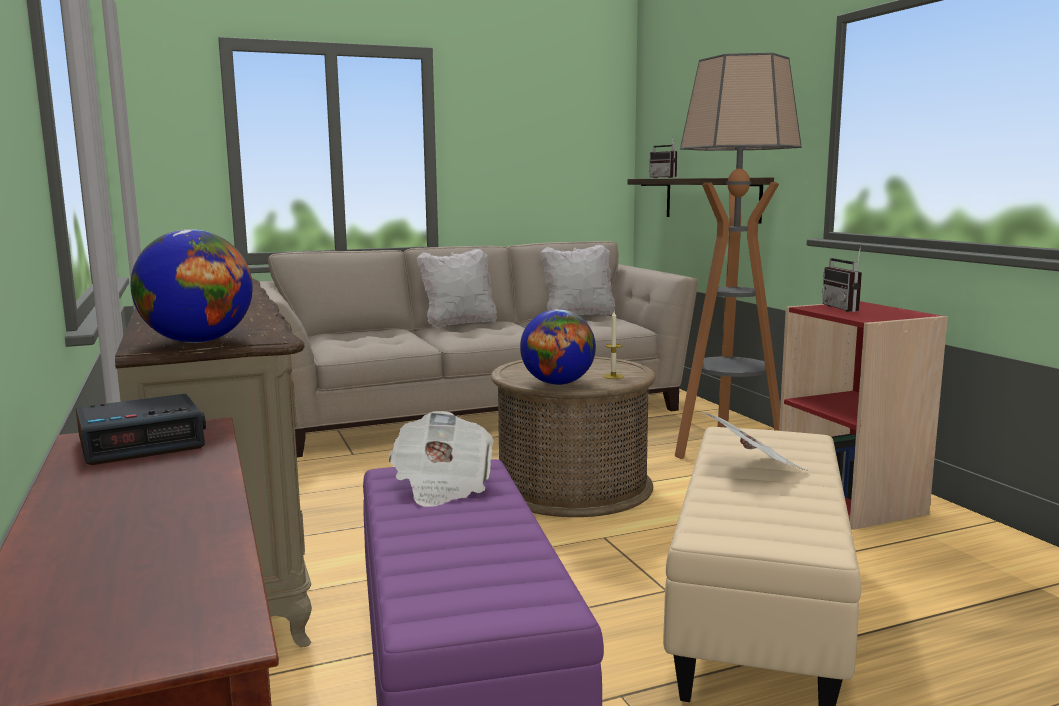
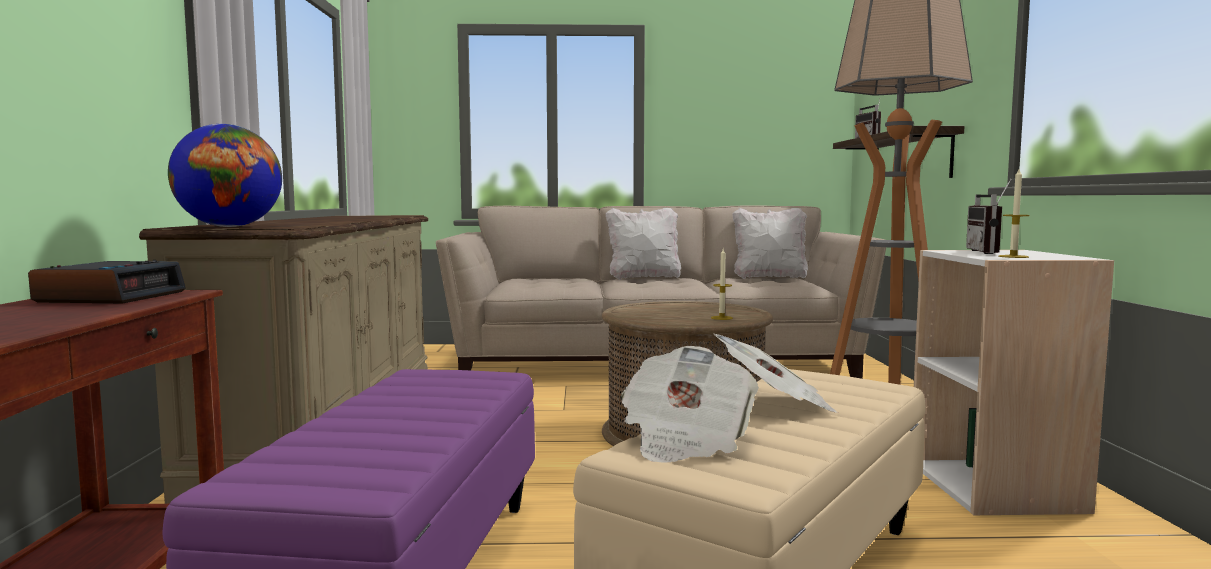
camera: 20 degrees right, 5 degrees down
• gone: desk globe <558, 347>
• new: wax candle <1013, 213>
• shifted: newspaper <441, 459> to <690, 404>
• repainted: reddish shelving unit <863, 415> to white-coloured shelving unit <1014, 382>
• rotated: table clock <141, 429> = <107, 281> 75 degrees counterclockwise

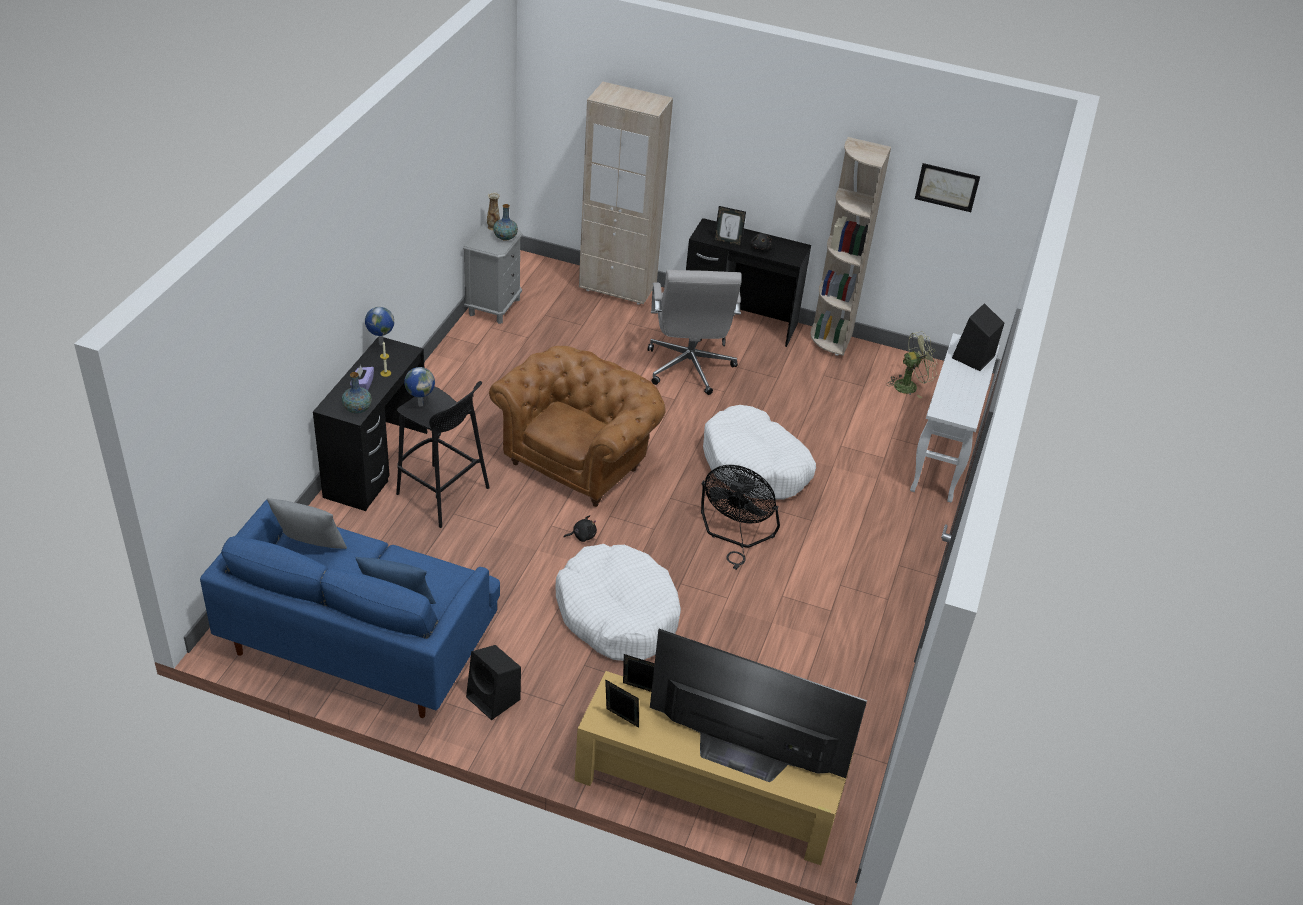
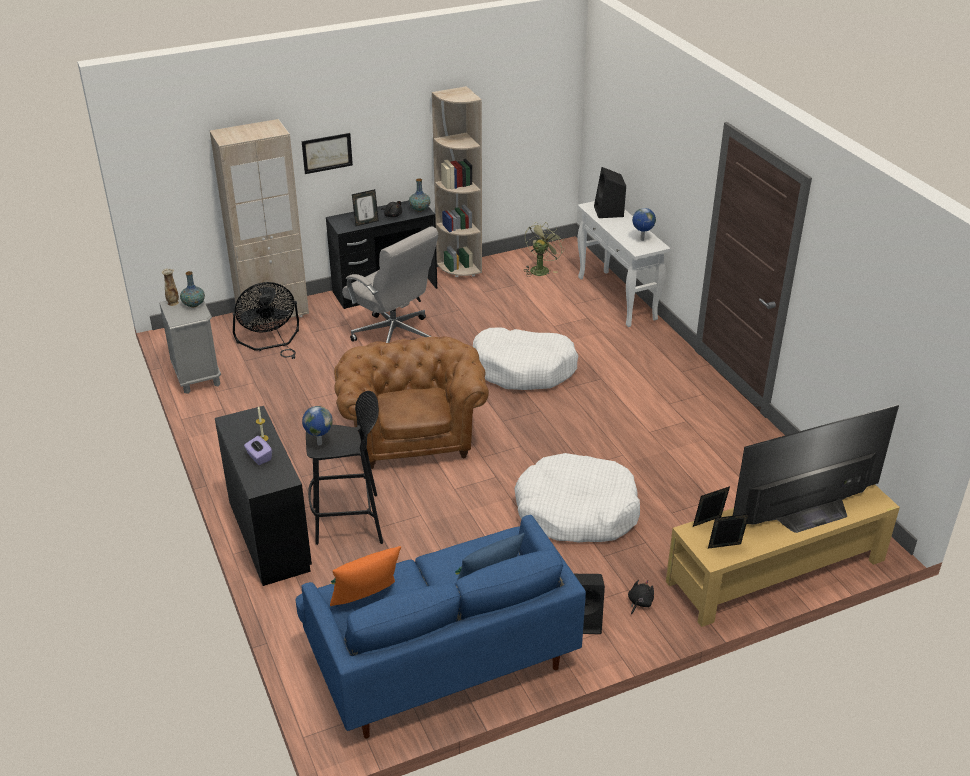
camera: 40 degrees left, 5 degrees down
• shifted: vase <357, 392> to <420, 194>
• shifted: desk globe <379, 326> to <644, 224>
• shifted: black-coloured cuddly toy <580, 528> to <641, 597>
• shifted: black-coloured electric fan <740, 517> to <266, 320>
• shifted: wall art <947, 187> to <327, 153>
• repainted: gray cushion <307, 523> to orange cushion <365, 576>

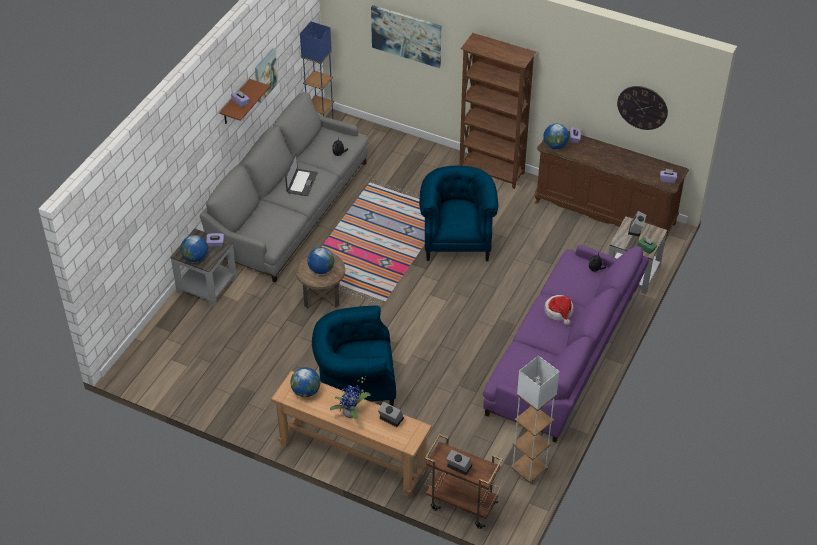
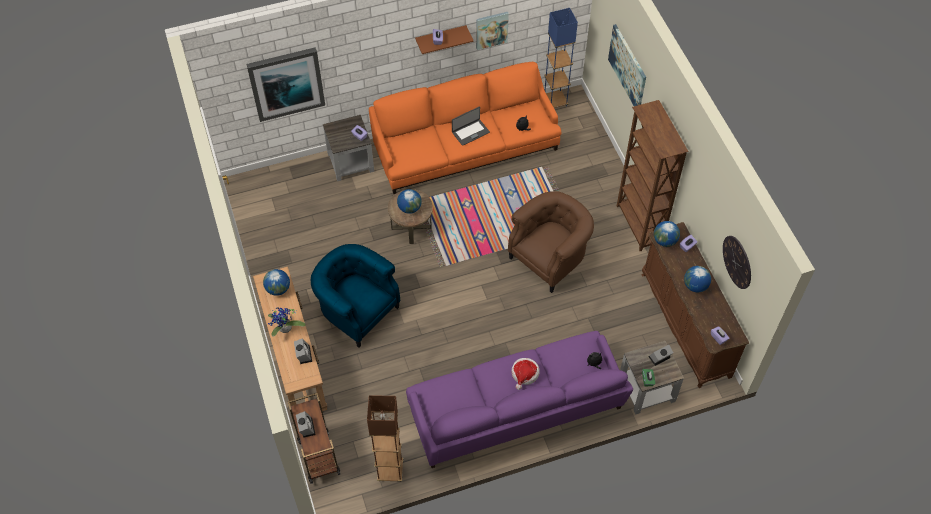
camera: 45 degrees right, 10 degrees up
• new: wall art <285, 84>
• shifted: desk globe <194, 248> to <697, 279>
• repainted: gray couch <284, 187> to orange couch <465, 128>
• repainted: bluish lounge chair <458, 213> to brownish lounge chair <551, 242>
• repainted: white-coloured standing lamp <535, 420> to brownish standing lamp <385, 438>

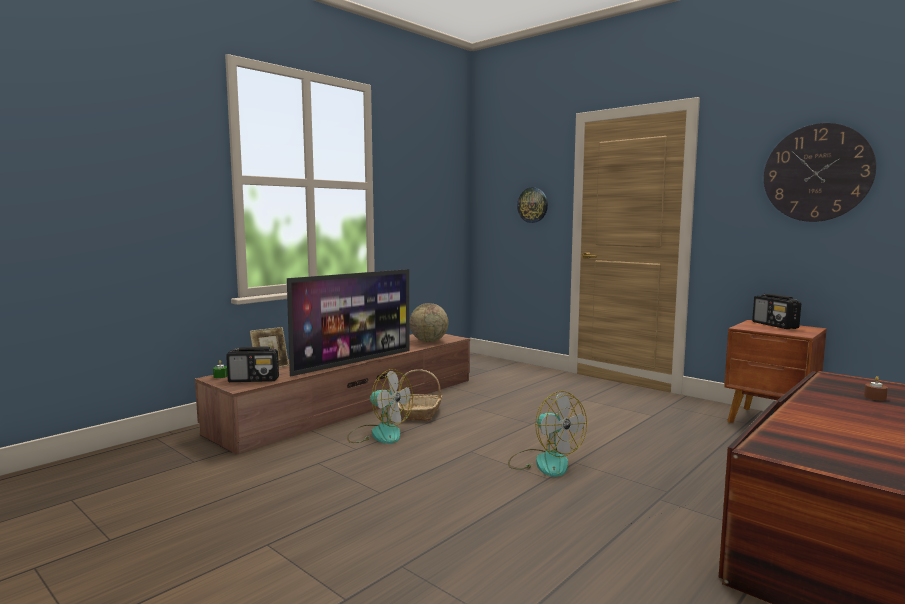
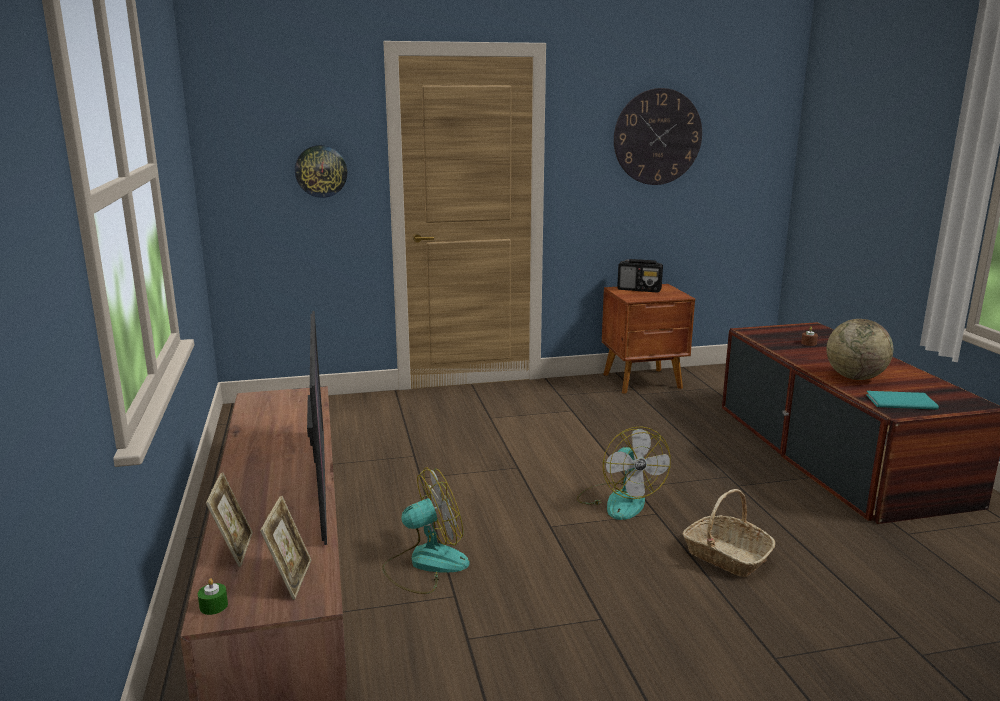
camera: 55 degrees left, 10 degrees up
• new: blue-green bound book <902, 400>
• shifted: storage basket <420, 395> to <729, 533>
• shifted: desk globe <428, 322> to <859, 349>
• swapped: radio set <252, 364> to photo frame <285, 548>
• rotated: electric fan <547, 434> = <624, 473> 75 degrees clockwise

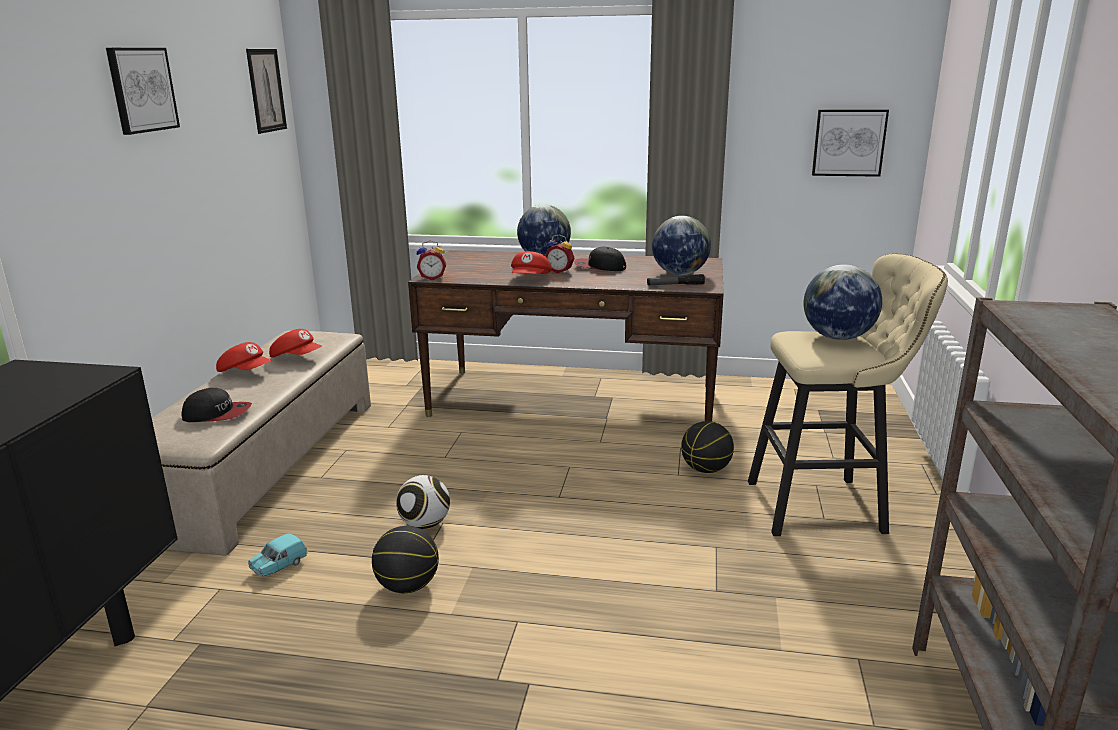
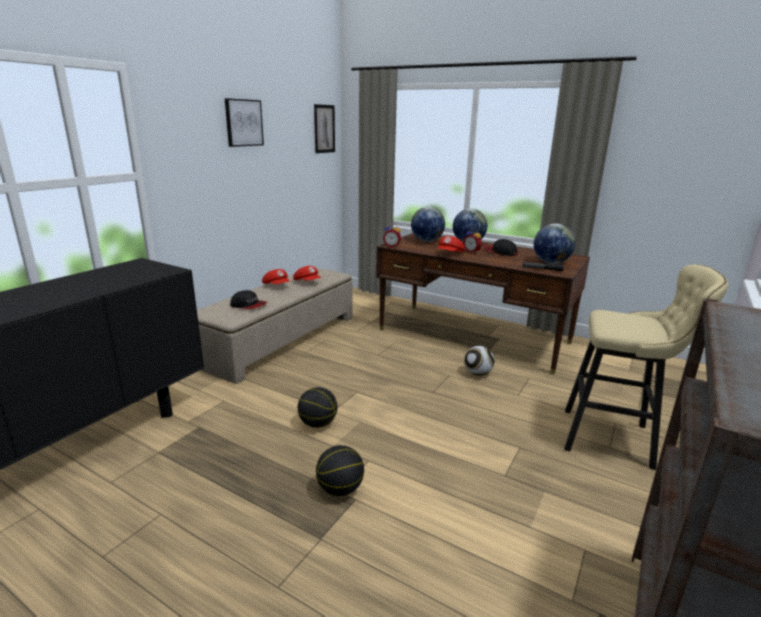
camera: 20 degrees right, 0 degrees up
• gone: blue-green toy car <277, 554>
• gone: wall art <850, 143>
• shifted: football <423, 502> to <479, 361>
• shifted: basketball ball <707, 447> to <340, 470>
• shifted: desk globe <843, 302> to <428, 224>

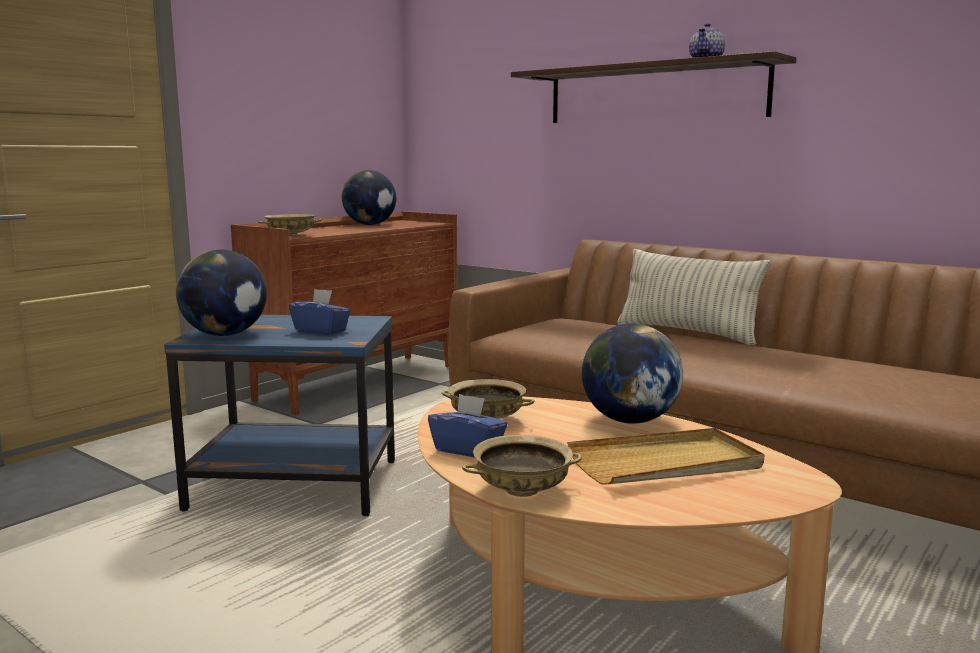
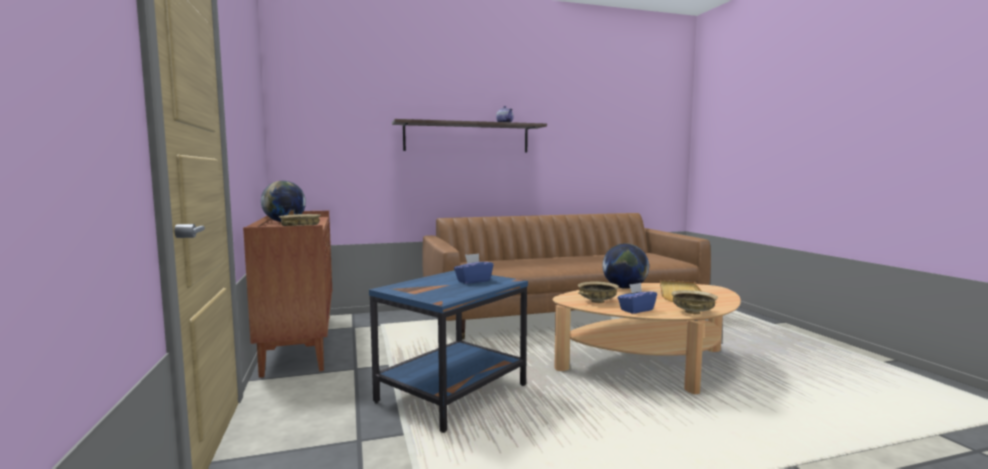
camera: 55 degrees left, 5 degrees down
• gone: desk globe <221, 293>
• gone: cushion <693, 297>

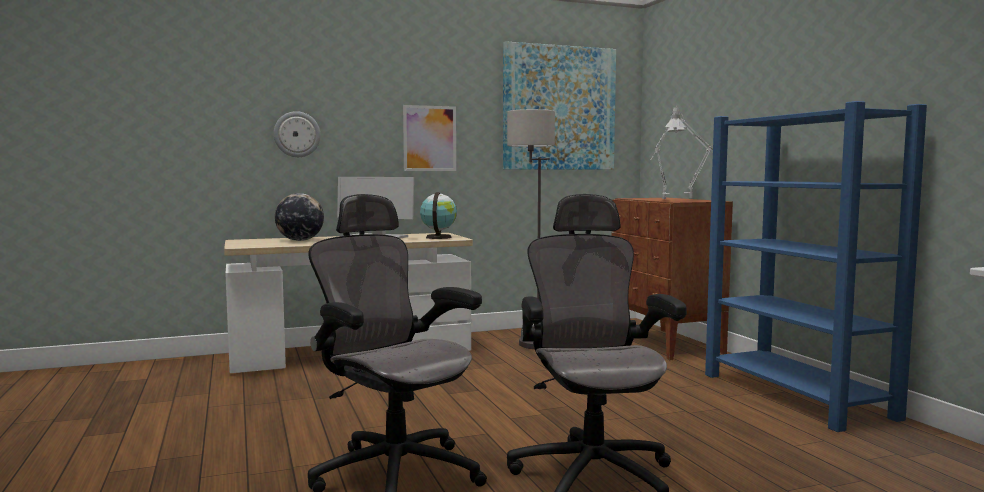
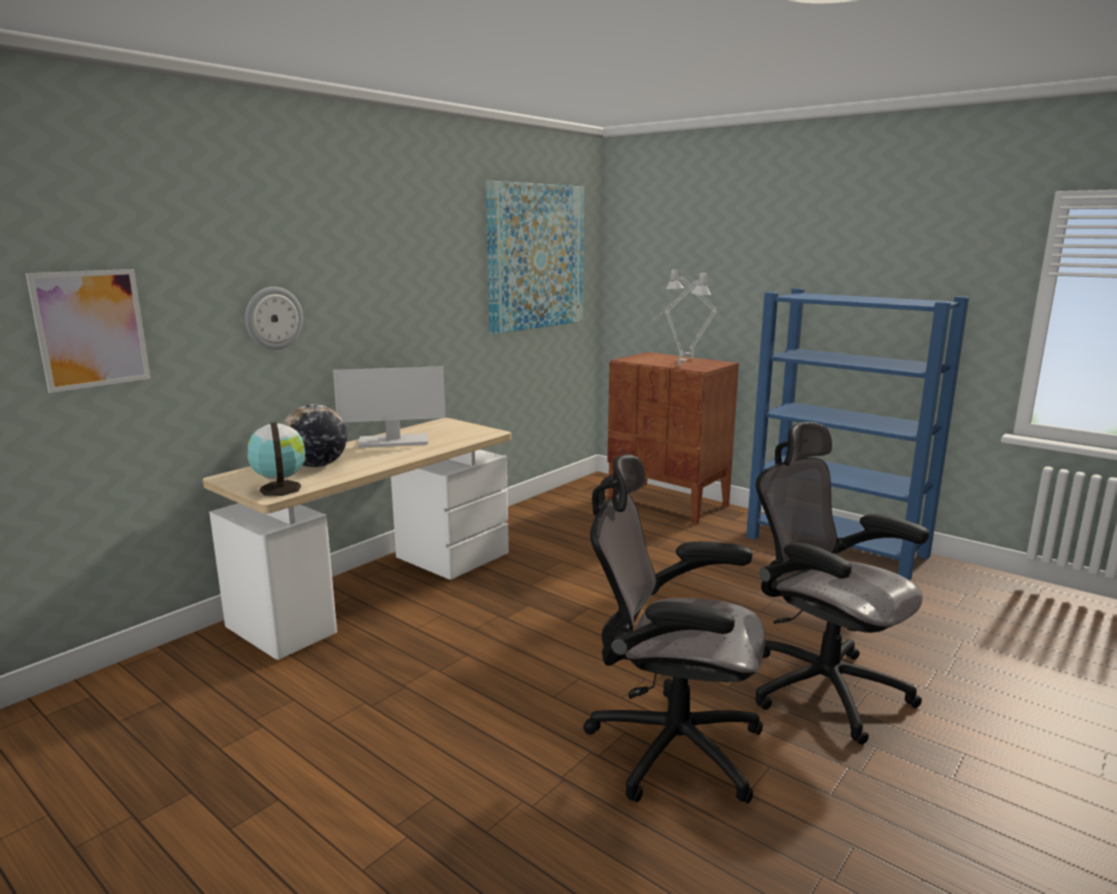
camera: 30 degrees left, 10 degrees up
• gone: gray standing lamp <531, 229>
• shifted: wall art <429, 138> to <88, 331>
• shifted: desk globe <438, 215> to <276, 459>

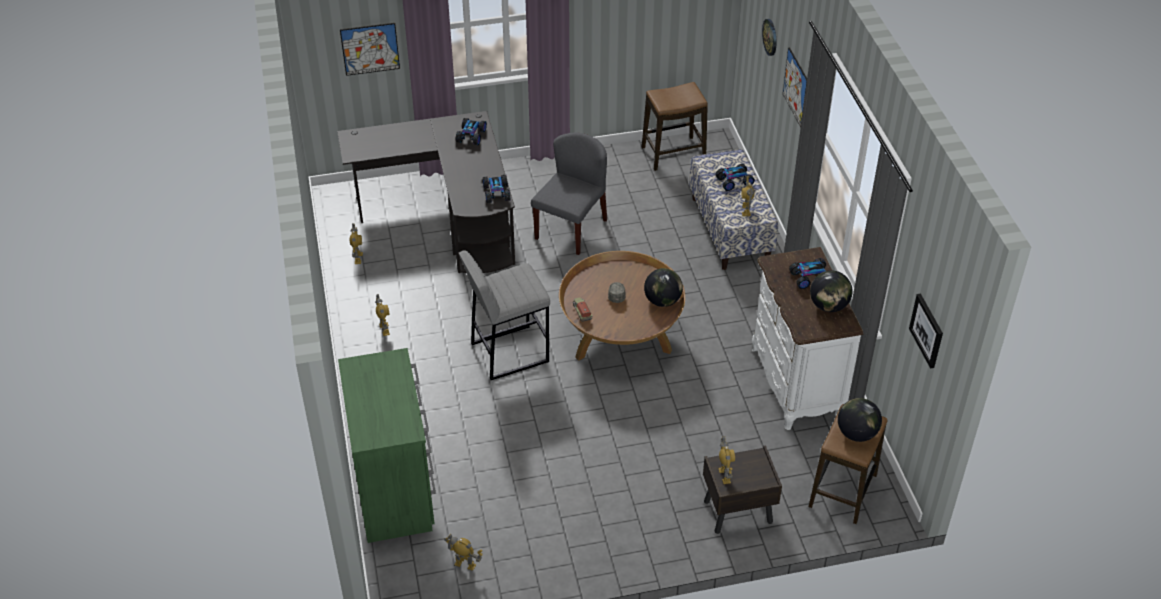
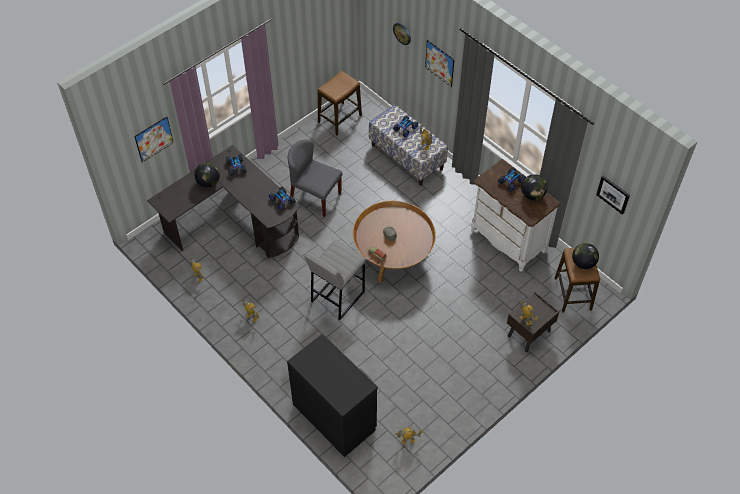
camera: 30 degrees left, 10 degrees up
• shifted: desk globe <663, 287> to <207, 174>
• repainted: greenish dresser <387, 445> to black-coloured dresser <332, 395>
• rotated: gray chair <569, 194> = <315, 178> 60 degrees counterclockwise

